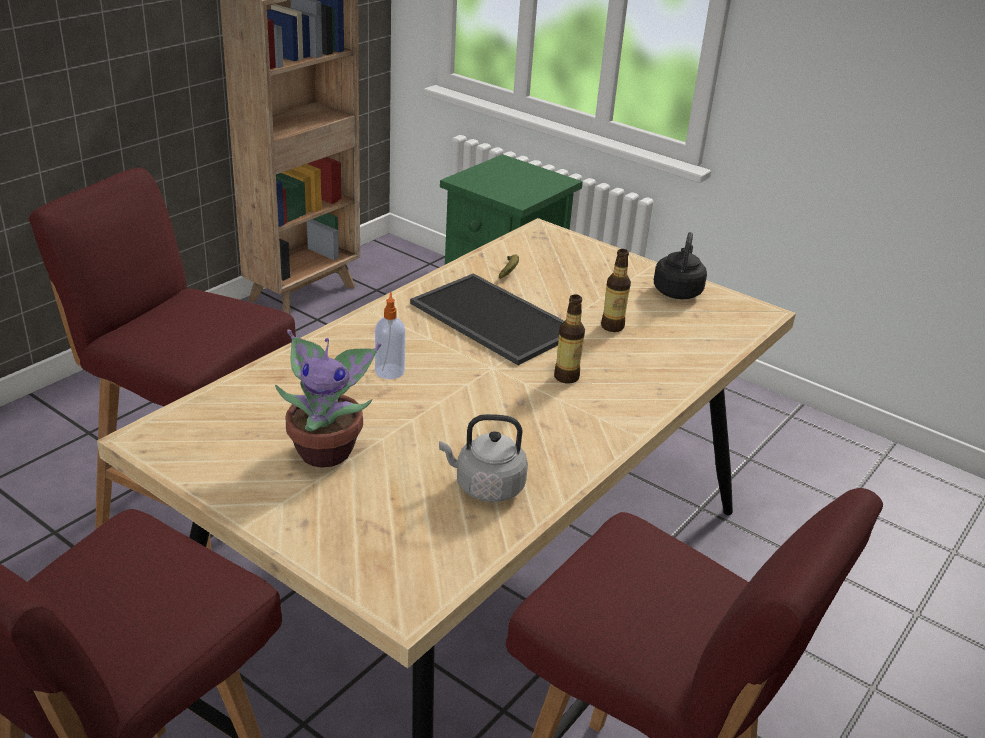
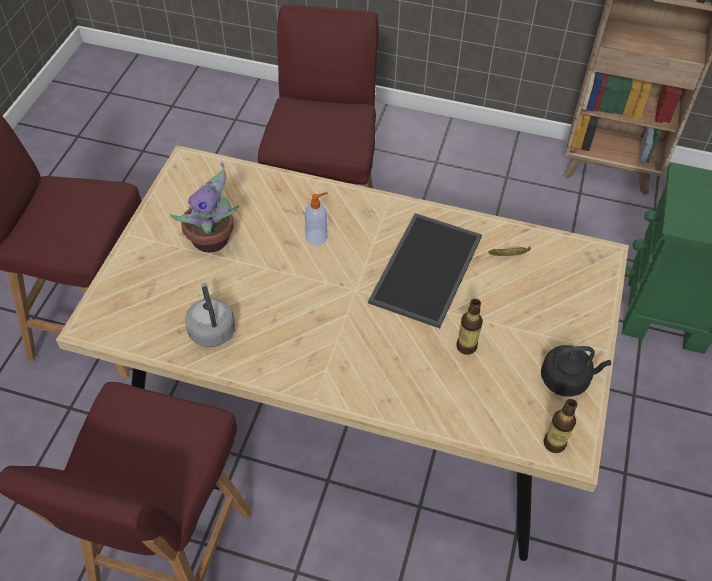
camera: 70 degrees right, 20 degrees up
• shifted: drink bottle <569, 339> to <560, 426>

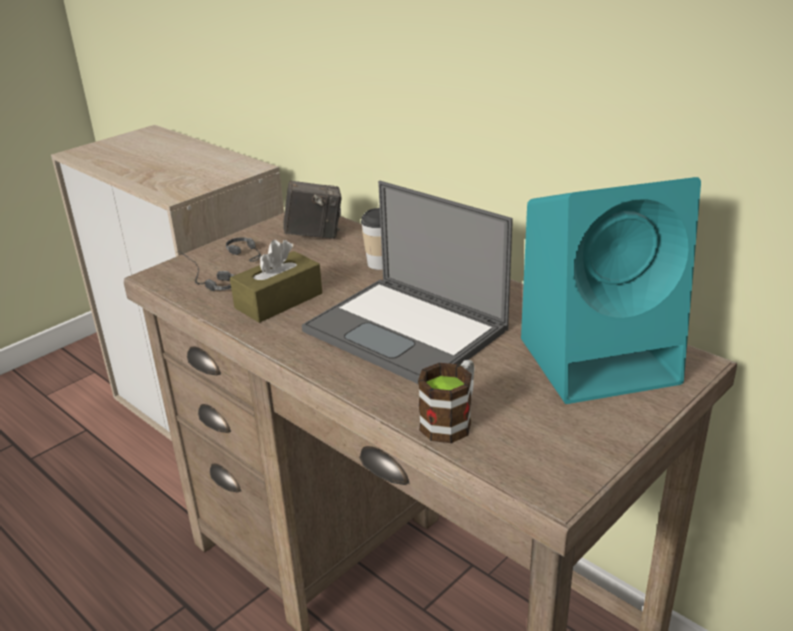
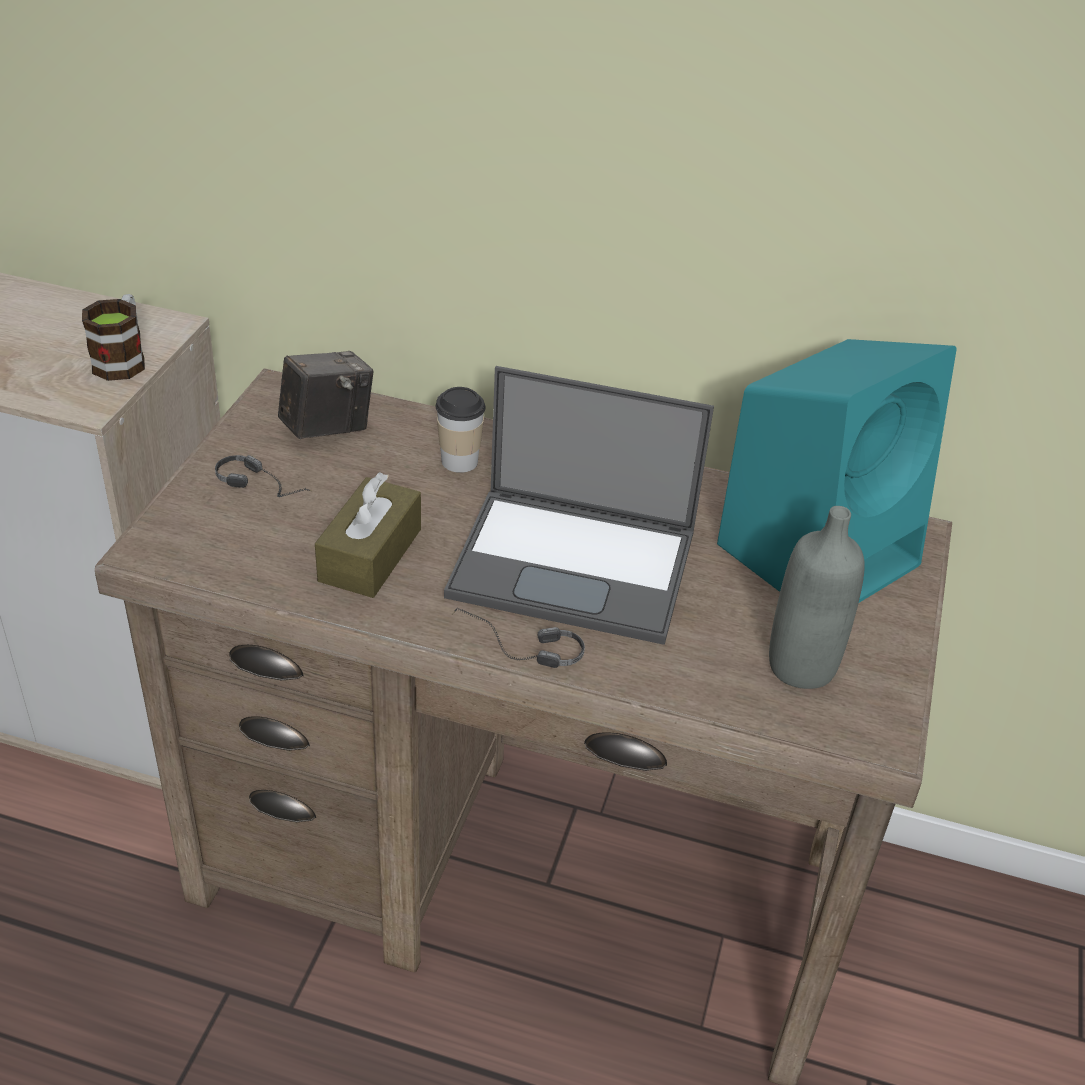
camera: 30 degrees left, 10 degrees up
• new: gray drink bottle <817, 597>
• shifted: headphones <204, 271> to <518, 638>
• shifted: coffee mug <446, 401> to <113, 337>

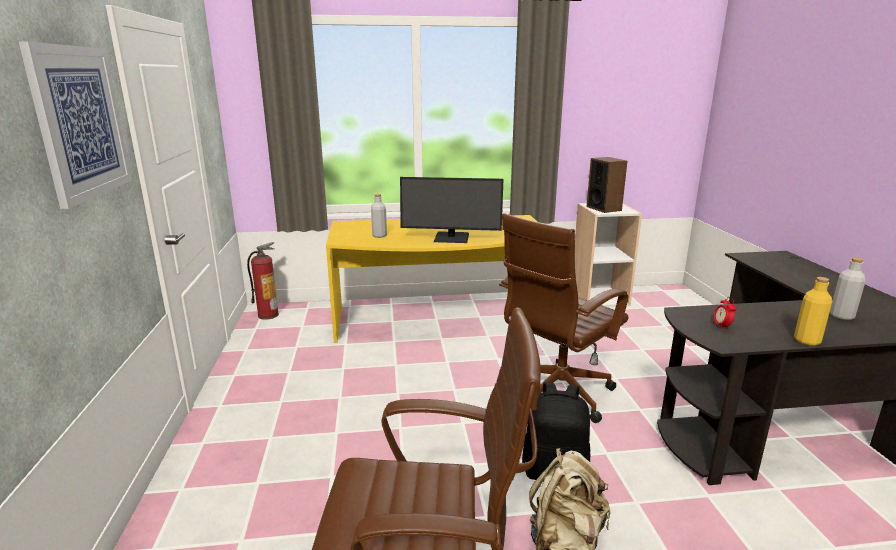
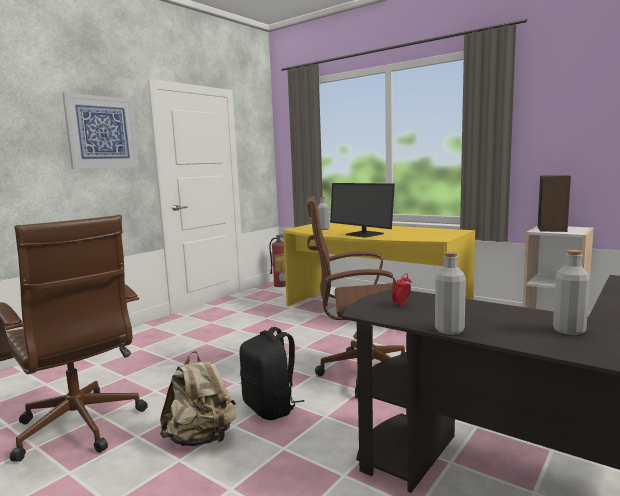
camera: 45 degrees right, 10 degrees down
• repainted: yellow-coloured drink bottle <813, 311> to gray drink bottle <450, 293>

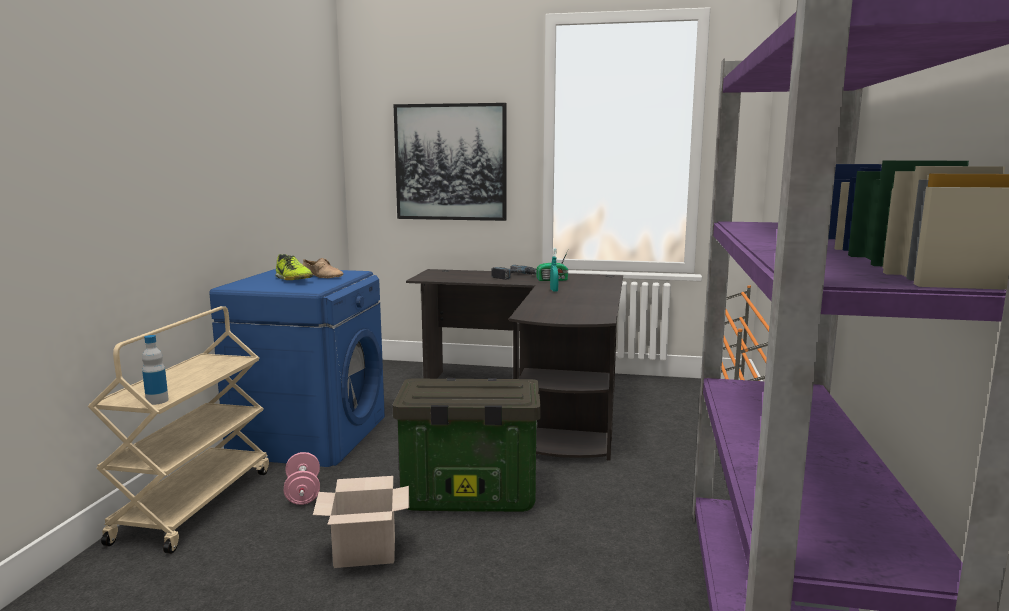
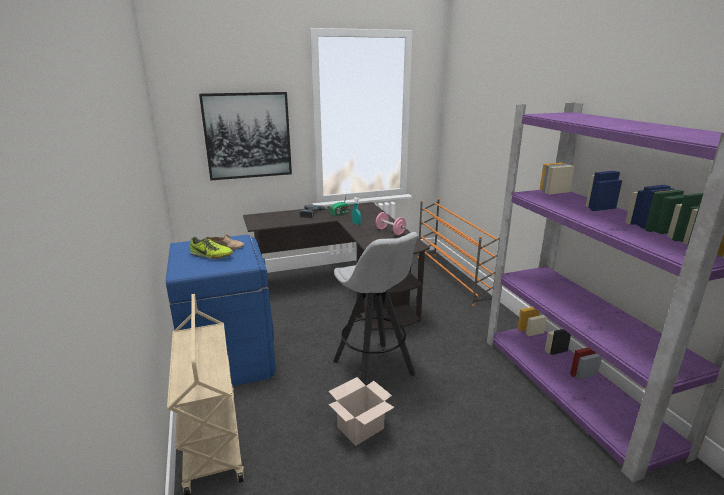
camera: 30 degrees left, 10 degrees up
• gone: drink bottle <155, 370>
• shifted: pink free weight <302, 478> to <391, 223>
• swapped: storage bin <467, 445> to gray stool seat <376, 308>

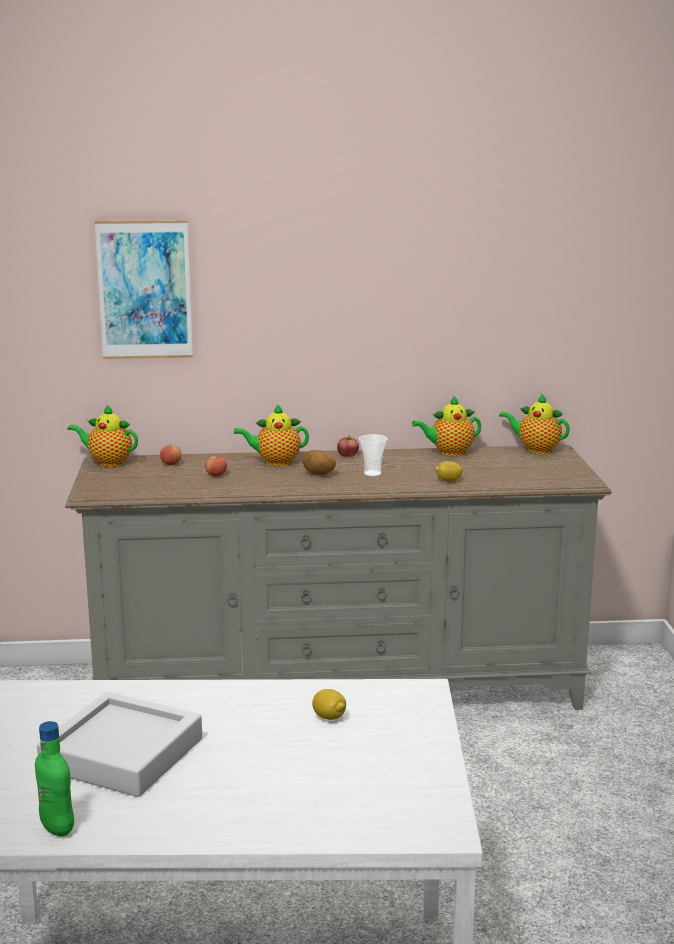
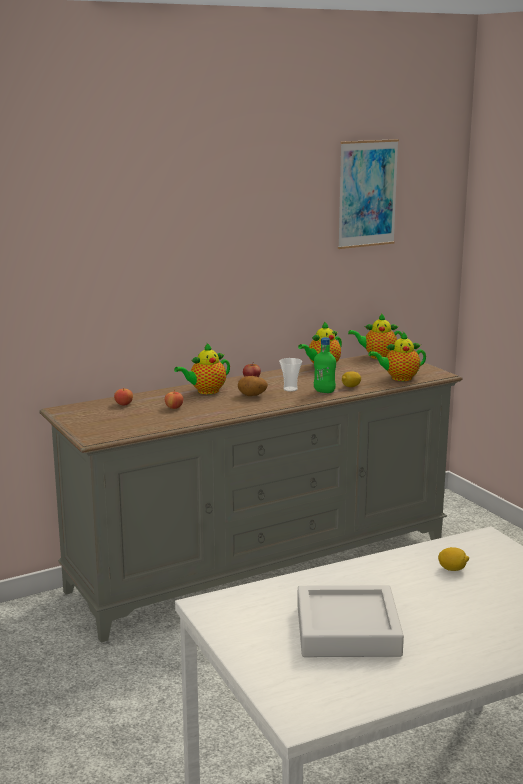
camera: 25 degrees left, 0 degrees up
• shifted: greenish drink bottle <54, 779> to <325, 365>
• shifted: teapot <102, 435> to <397, 356>
• shifted: wall art <143, 289> to <368, 194>

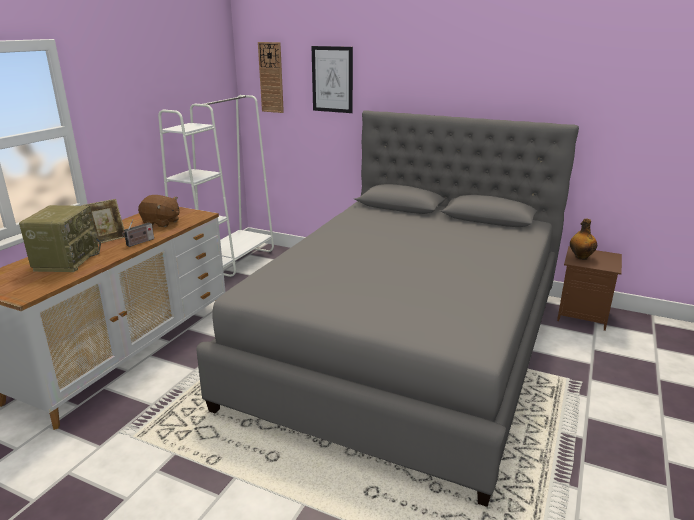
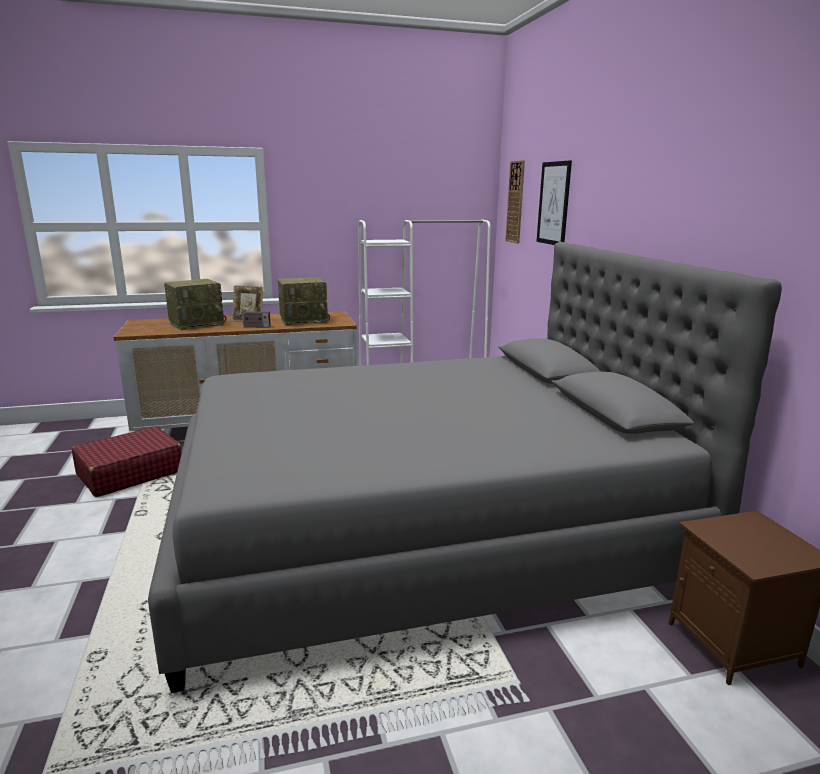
camera: 50 degrees right, 5 degrees down
• gone: drink bottle <583, 239>
• new: reddish piece of luggage <127, 461>
• swapped: brownish cuddly toy <159, 211> to radio set <304, 301>

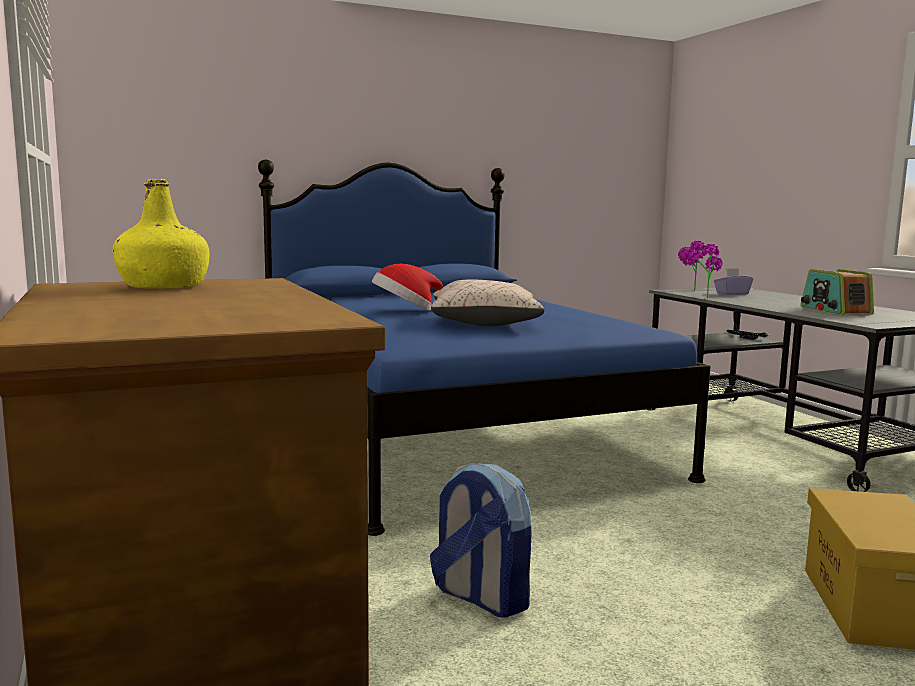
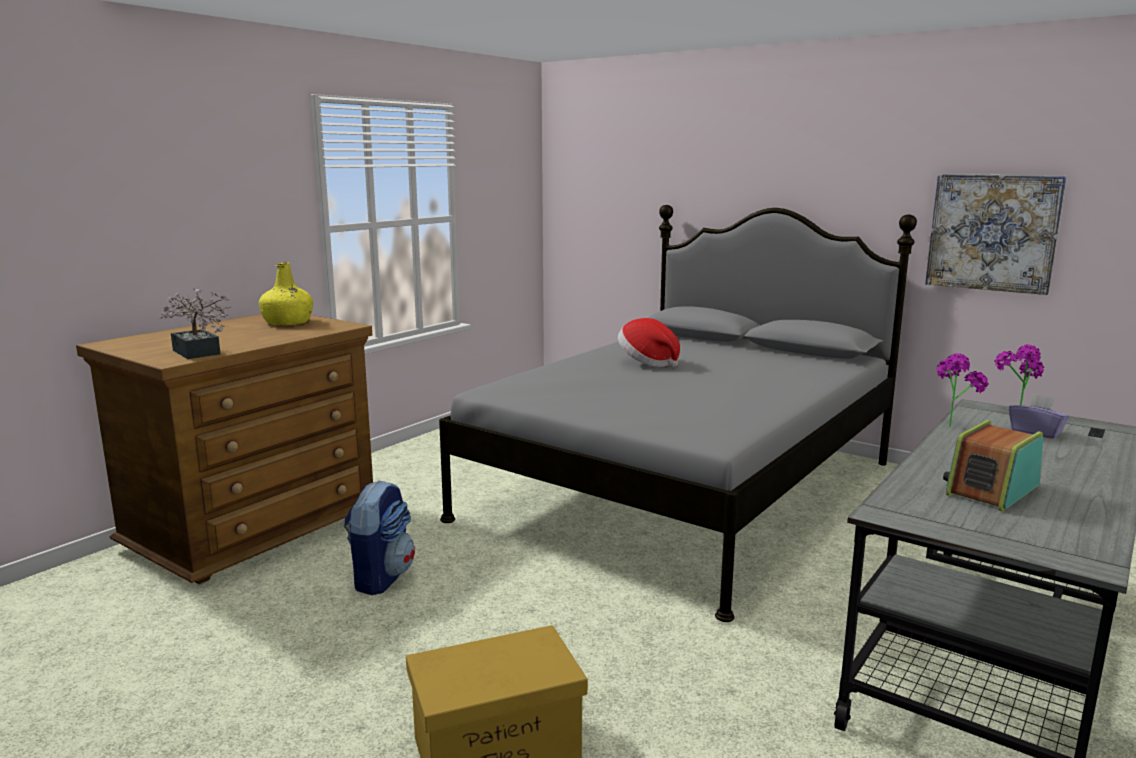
camera: 60 degrees right, 5 degrees up
• gone: beige cushion <488, 302>
• new: houseplant <195, 323>
• new: wall art <996, 234>
• repainted: bluish sleeping bed <484, 348> to gray sleeping bed <678, 413>

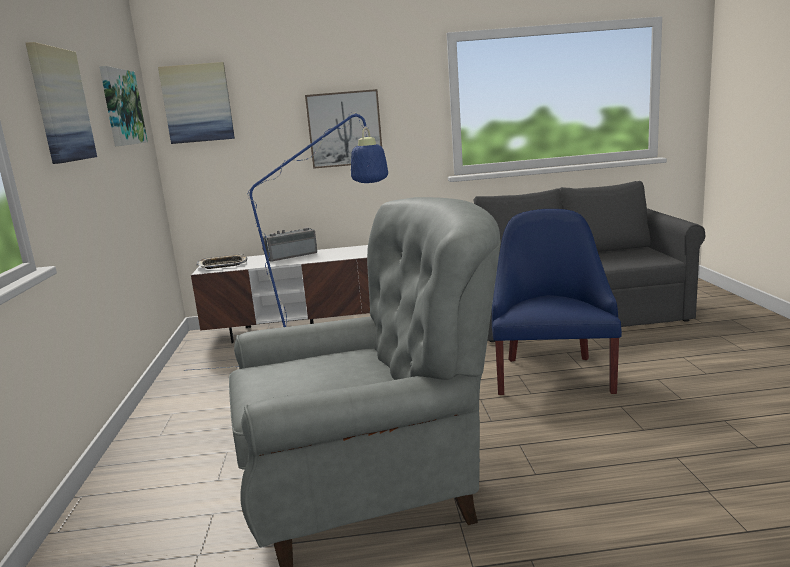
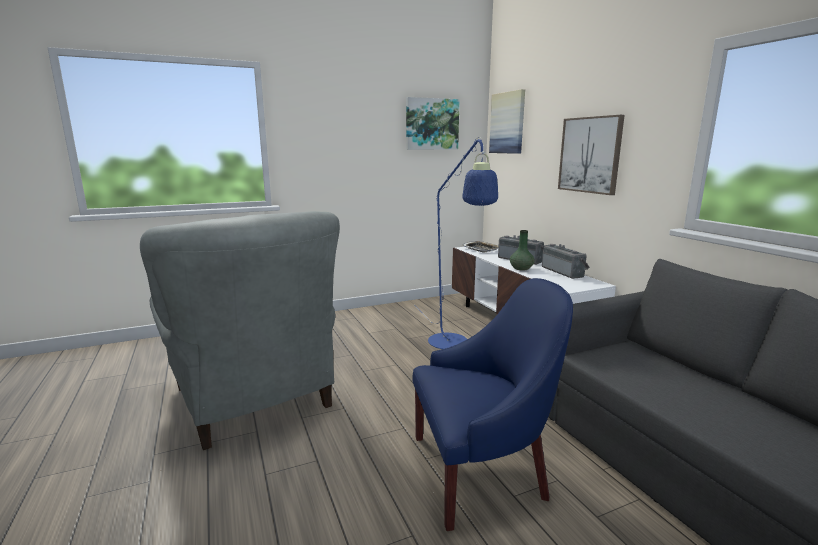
camera: 70 degrees right, 0 degrees up
• gone: wall art <61, 103>
• new: greenish vase <522, 250>
• new: radio set <565, 261>

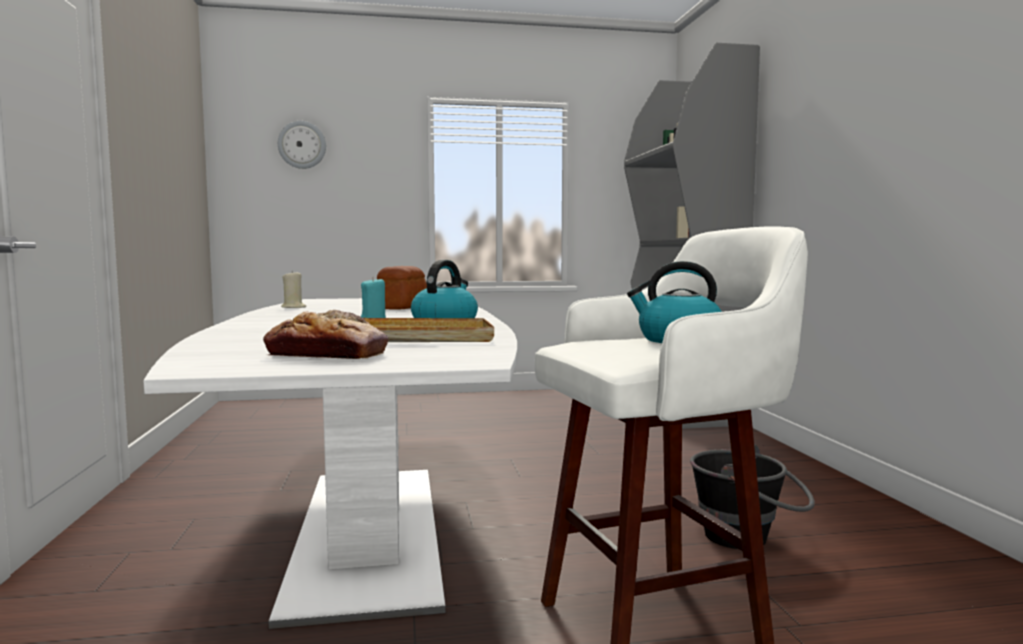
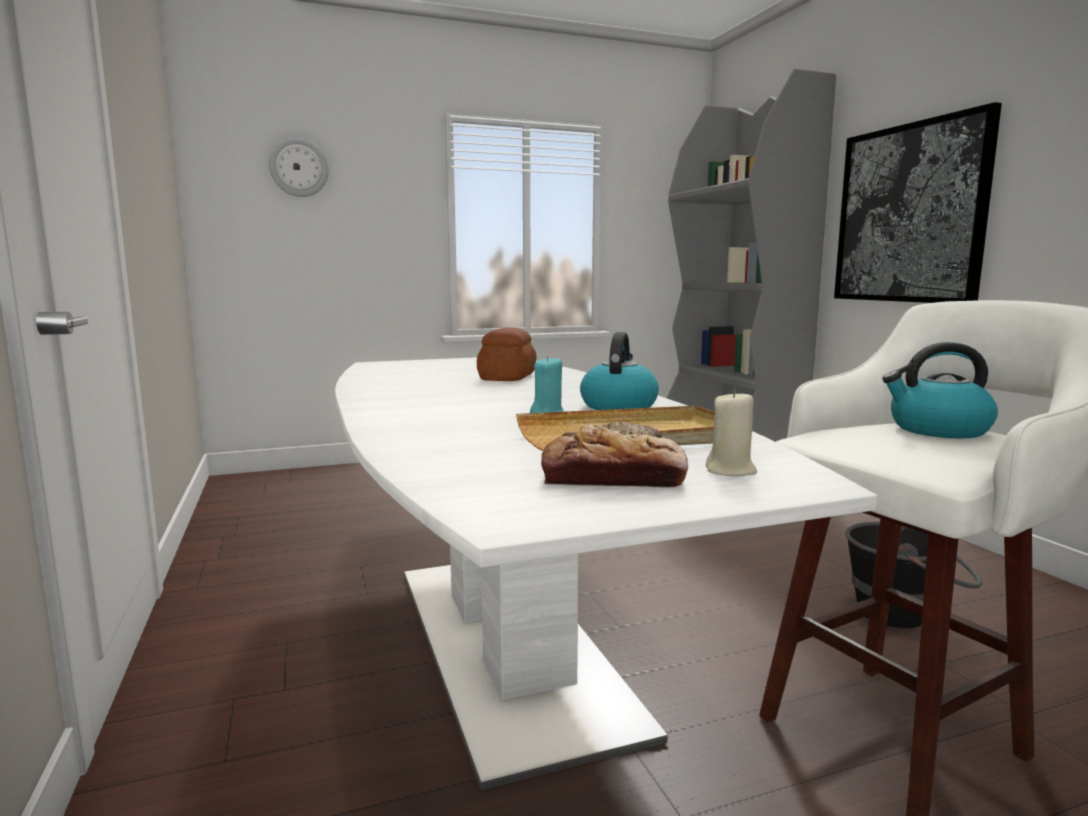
camera: 10 degrees left, 5 degrees up
• new: wall art <918, 202>
• shifted: beige wax candle <293, 289> to <731, 433>

